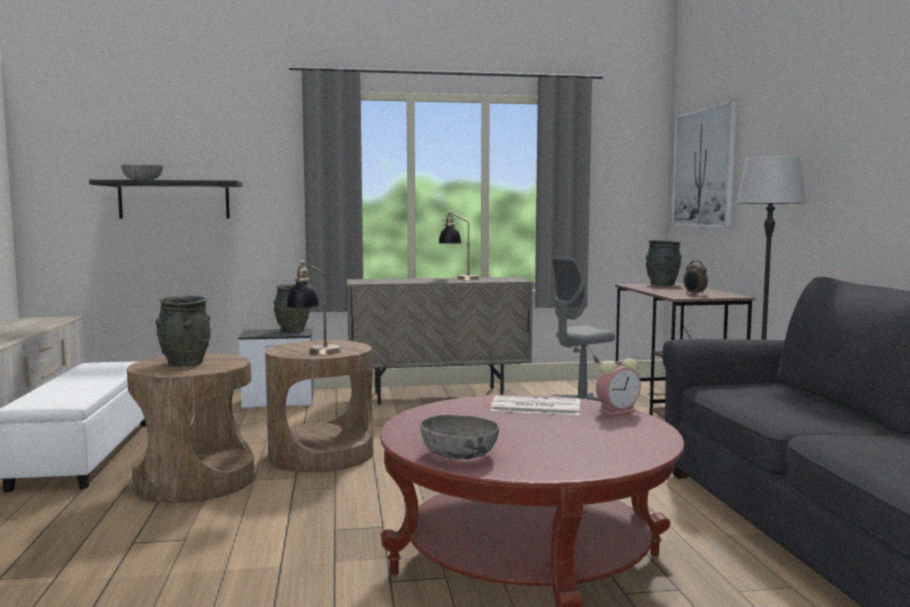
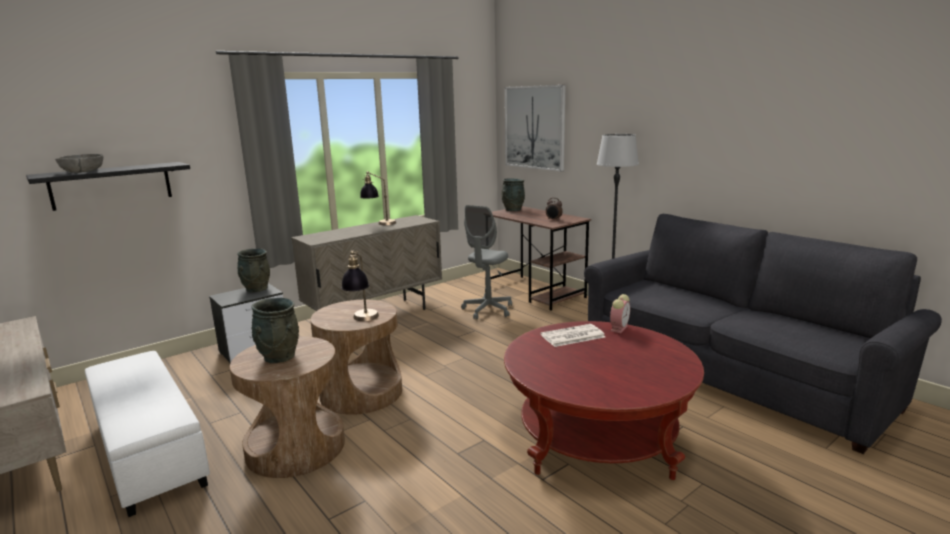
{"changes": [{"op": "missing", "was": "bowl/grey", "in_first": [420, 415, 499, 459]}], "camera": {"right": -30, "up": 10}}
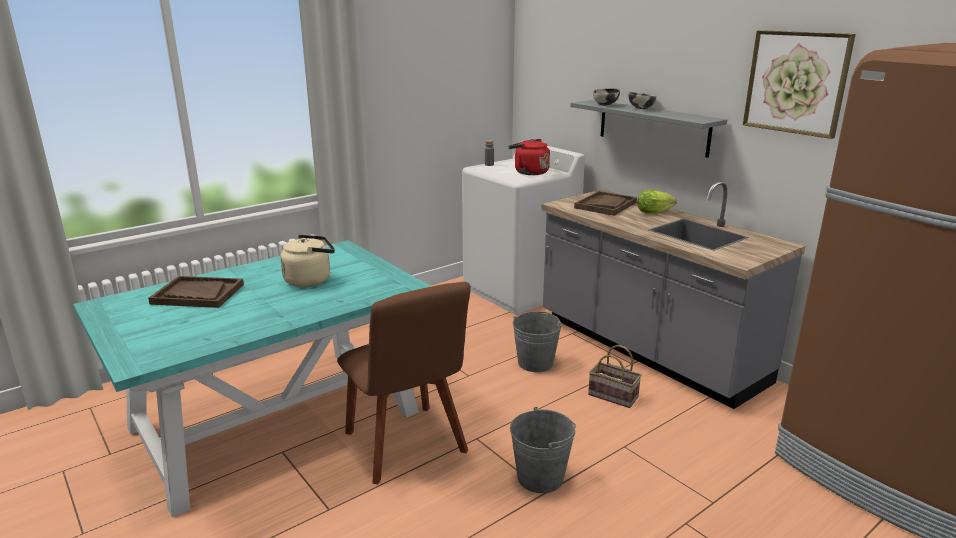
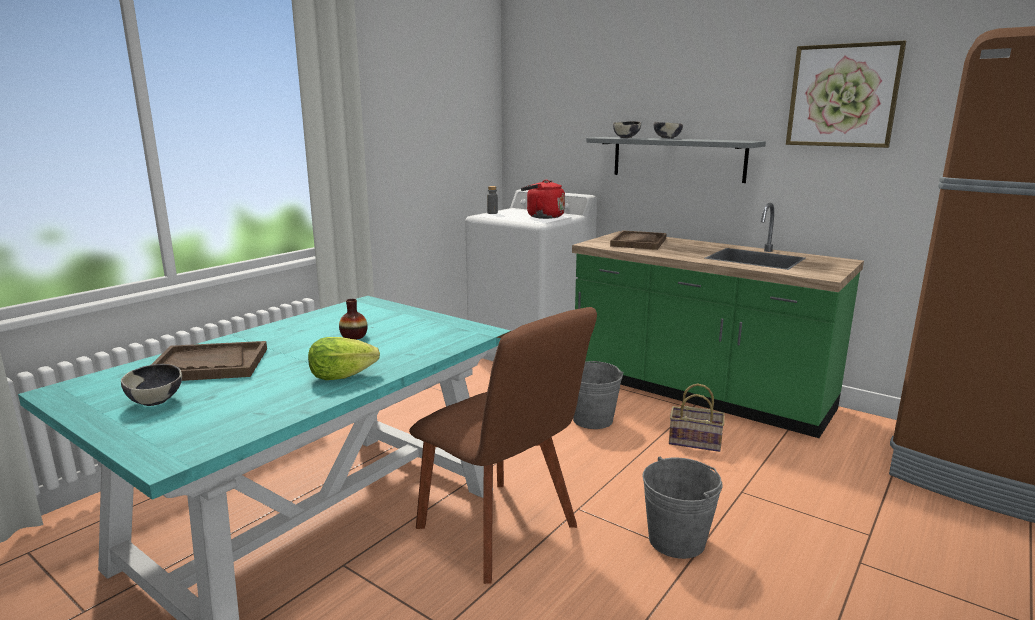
{"changes": [{"op": "exchanged", "was": "kettle/beige", "now": "vase", "in_first": [280, 235, 335, 287], "in_second": [339, 299, 368, 340]}, {"op": "colour", "was": "counter/grey", "now": "counter/green", "in_first": [541, 181, 805, 409], "in_second": [572, 203, 864, 438]}, {"op": "relocated", "was": "lettuce", "in_first": [637, 190, 677, 214], "in_second": [308, 337, 380, 380]}, {"op": "appeared", "now": "bowl", "in_second": [121, 364, 182, 406]}], "camera": {"right": -15, "up": -5}}
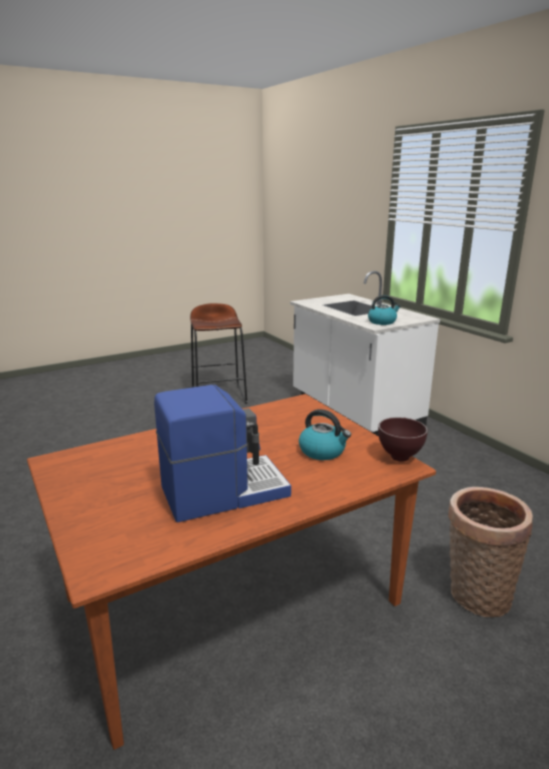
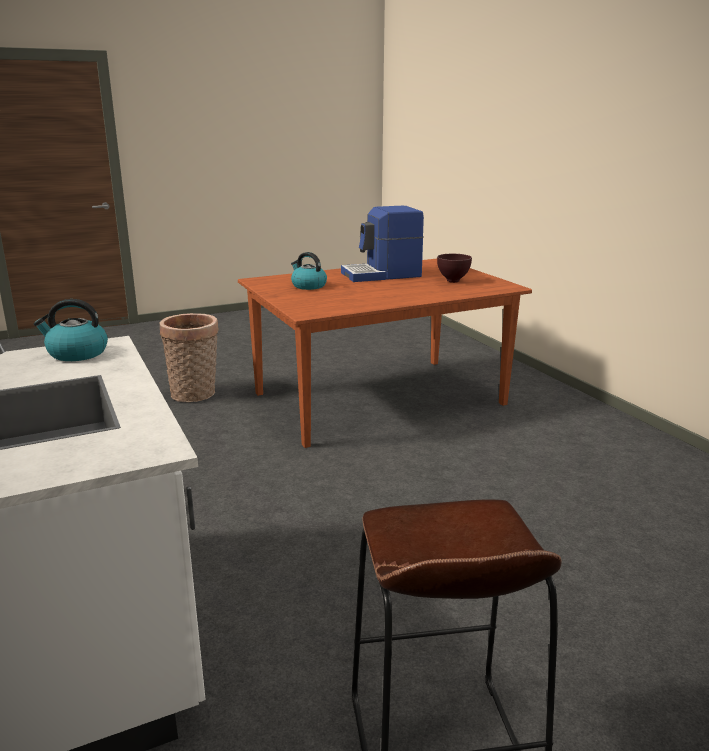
{"changes": [{"op": "relocated", "was": "bowl/brown", "in_first": [378, 417, 428, 462], "in_second": [437, 254, 472, 283]}], "camera": {"right": -175, "up": 0}}
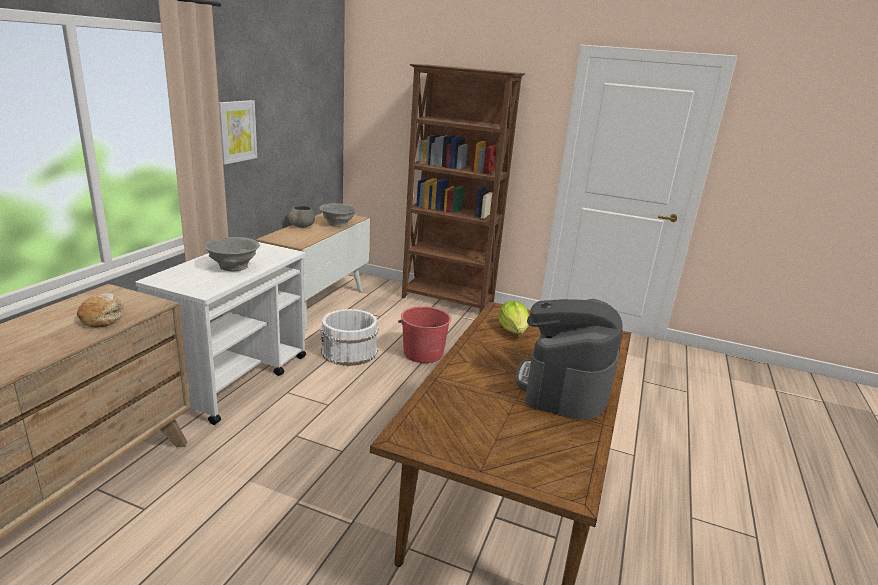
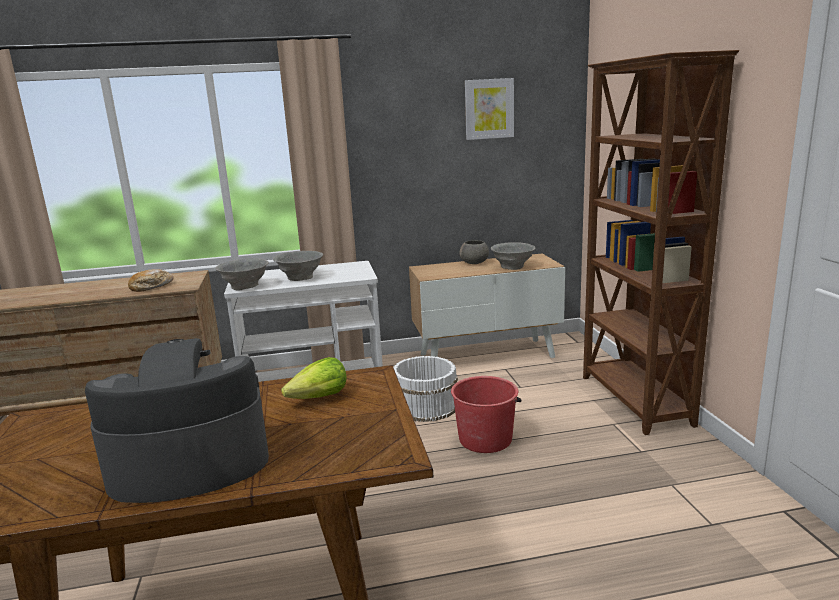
{"changes": [{"op": "relocated", "was": "picture", "in_first": [219, 100, 257, 165], "in_second": [465, 78, 514, 140]}, {"op": "appeared", "now": "bowl/grey", "in_second": [215, 258, 269, 290]}], "camera": {"right": 60, "up": -5}}
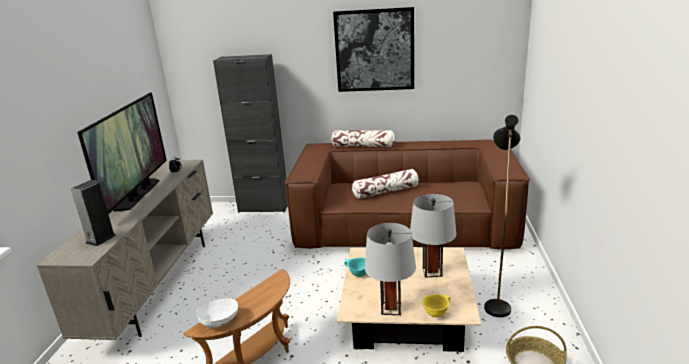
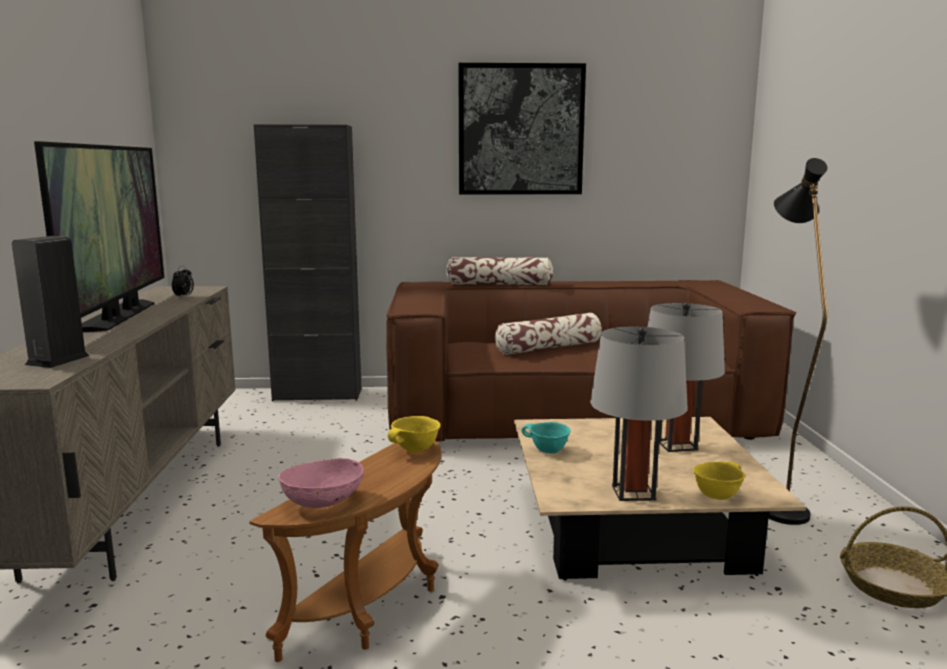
{"changes": [{"op": "colour", "was": "bowl/white", "now": "bowl/pink", "in_first": [196, 298, 238, 328], "in_second": [278, 458, 364, 508]}, {"op": "appeared", "now": "bowl/yellow", "in_second": [388, 416, 440, 452]}], "camera": {"right": -10, "up": -10}}
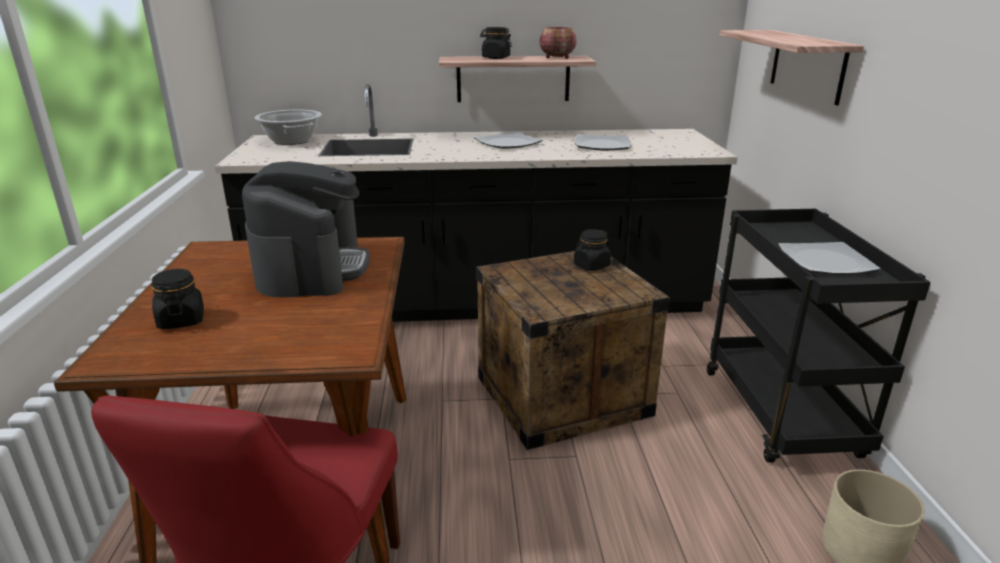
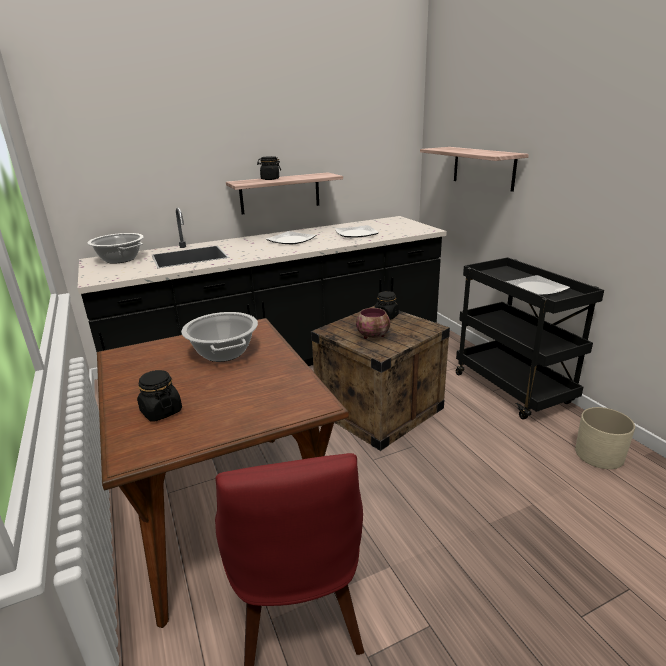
{"changes": [{"op": "exchanged", "was": "coffee machine", "now": "cooking pot", "in_first": [242, 161, 370, 297], "in_second": [181, 312, 258, 362]}, {"op": "relocated", "was": "bowl", "in_first": [540, 27, 576, 59], "in_second": [356, 308, 390, 339]}], "camera": {"right": -20, "up": 0}}
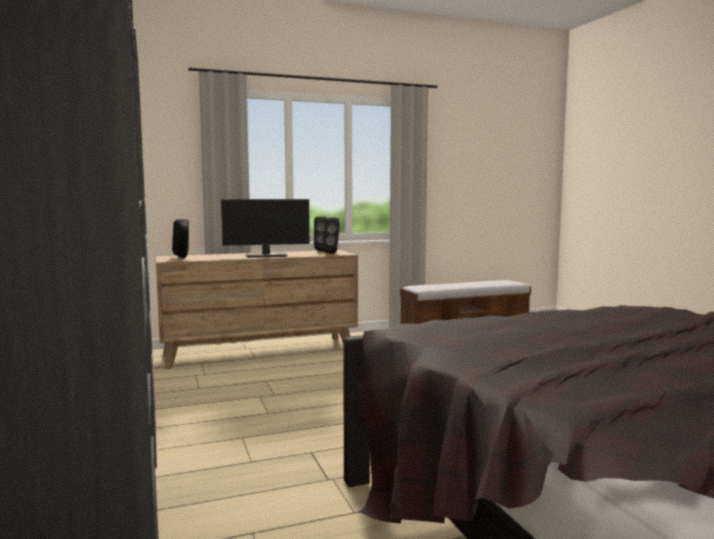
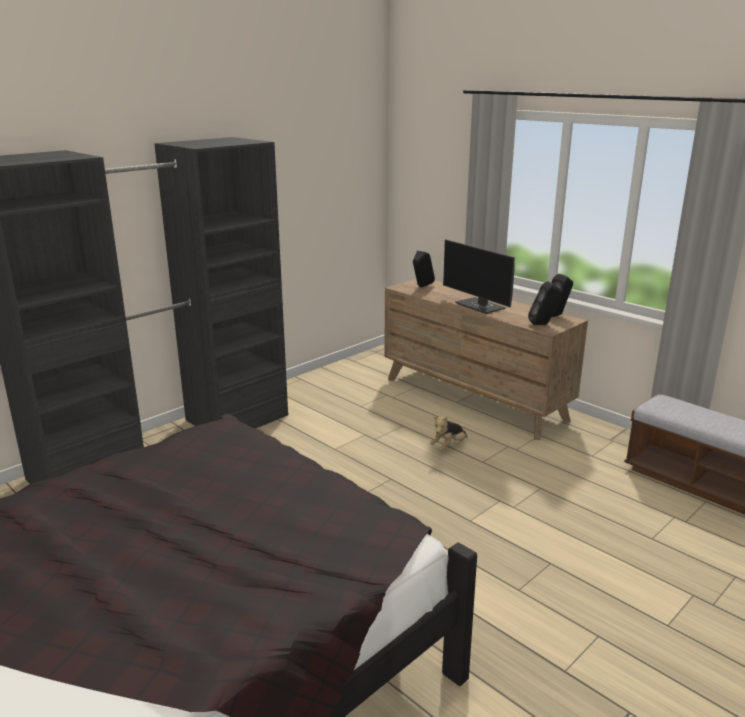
{"changes": [{"op": "appeared", "now": "plush toy", "in_second": [430, 417, 468, 451]}], "camera": {"right": 65, "up": 15}}
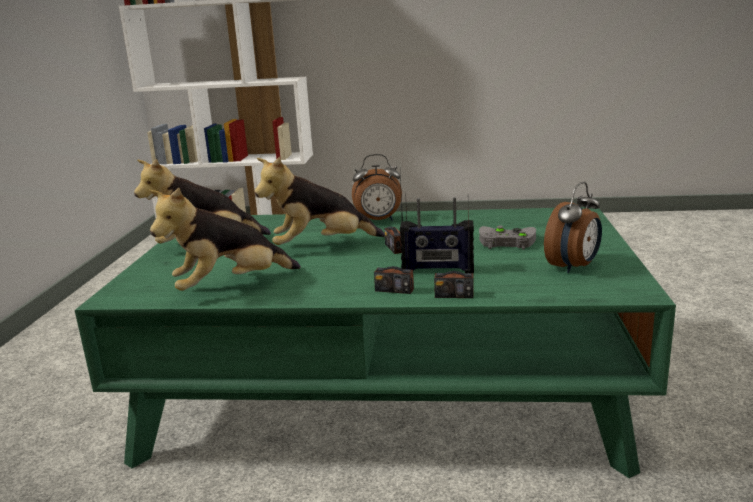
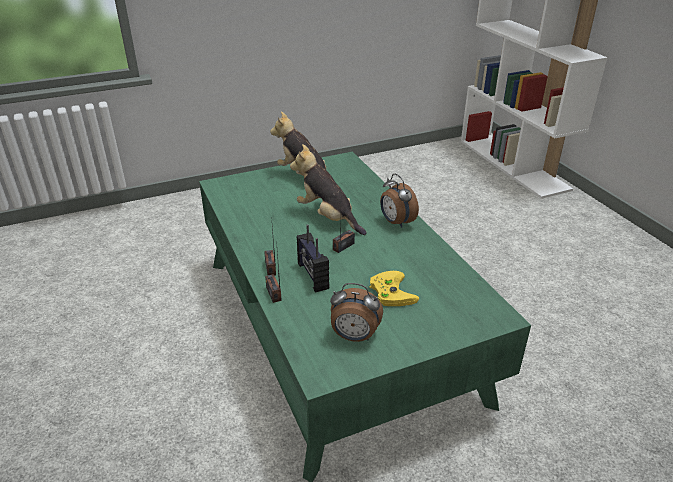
{"changes": [{"op": "missing", "was": "plush toy", "in_first": [149, 188, 301, 291]}, {"op": "colour", "was": "game controller/grey", "now": "game controller/yellow", "in_first": [479, 226, 536, 250], "in_second": [369, 271, 419, 306]}], "camera": {"right": 60, "up": 15}}
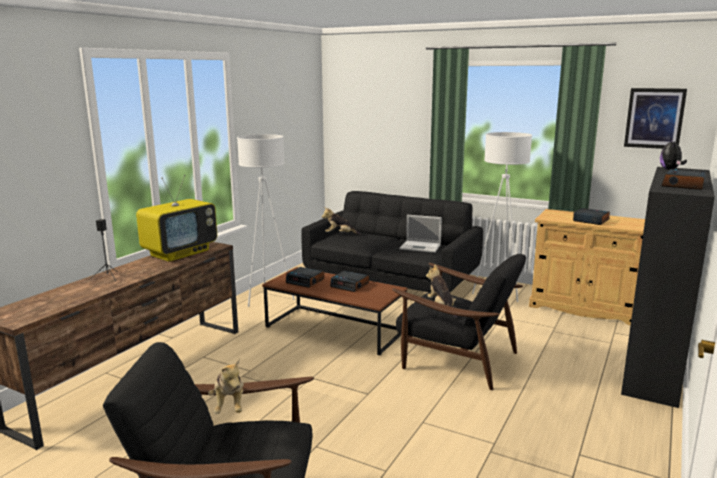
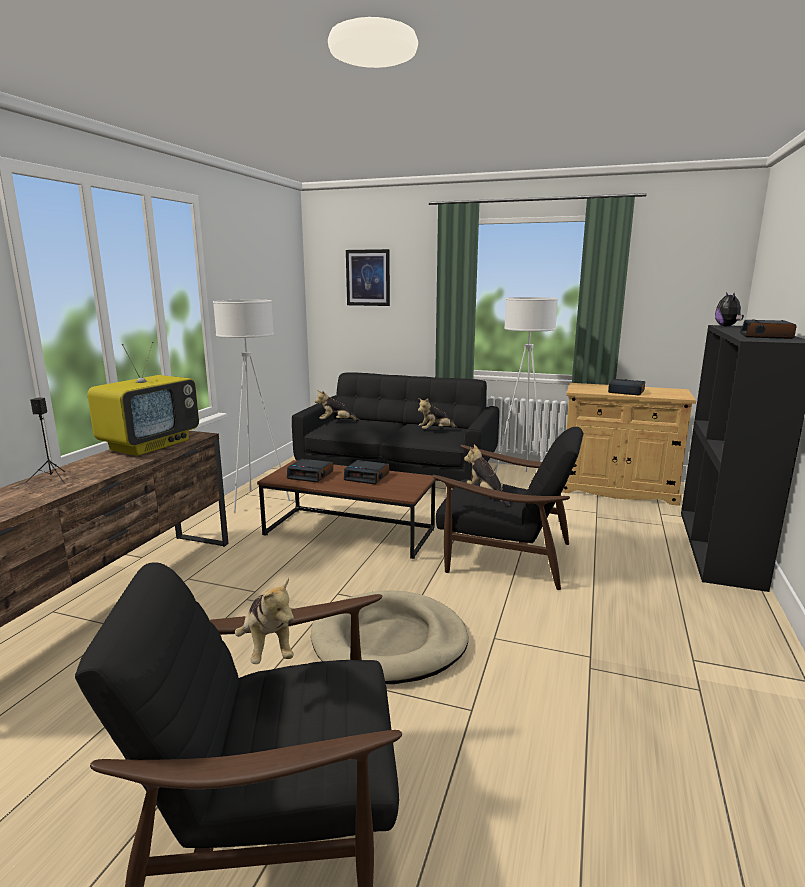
{"changes": [{"op": "exchanged", "was": "laptop", "now": "plush toy", "in_first": [400, 215, 442, 253], "in_second": [418, 398, 457, 429]}, {"op": "relocated", "was": "picture", "in_first": [624, 88, 687, 149], "in_second": [346, 249, 390, 306]}, {"op": "appeared", "now": "dog bed/beige", "in_second": [311, 590, 468, 684]}], "camera": {"right": -10, "up": 0}}
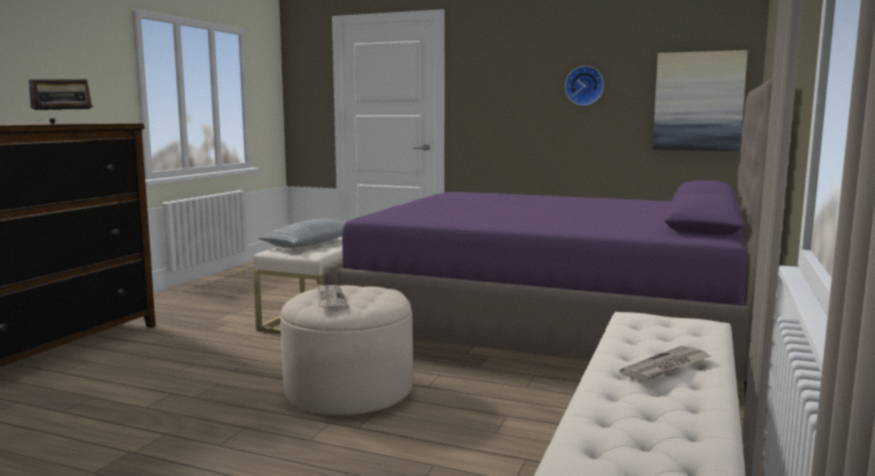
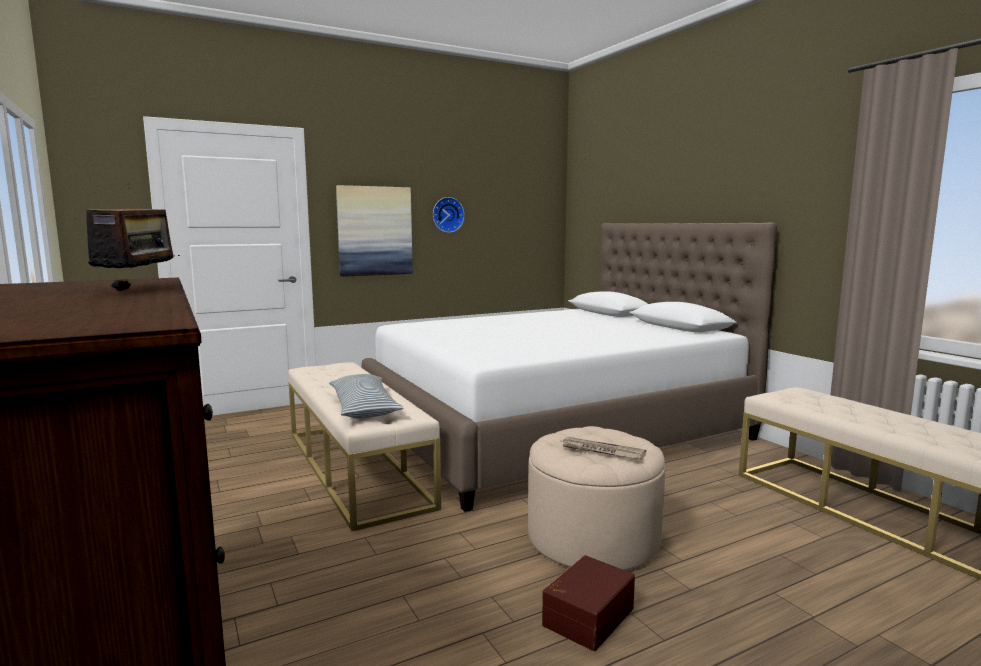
{"changes": [{"op": "colour", "was": "bed/purple", "now": "bed/white", "in_first": [323, 78, 773, 398], "in_second": [361, 223, 777, 512]}, {"op": "missing", "was": "newspaper", "in_first": [619, 346, 711, 382]}, {"op": "relocated", "was": "picture", "in_first": [653, 50, 748, 151], "in_second": [336, 185, 413, 277]}, {"op": "appeared", "now": "storage box/brown", "in_second": [542, 555, 635, 651]}], "camera": {"right": -50, "up": 0}}
